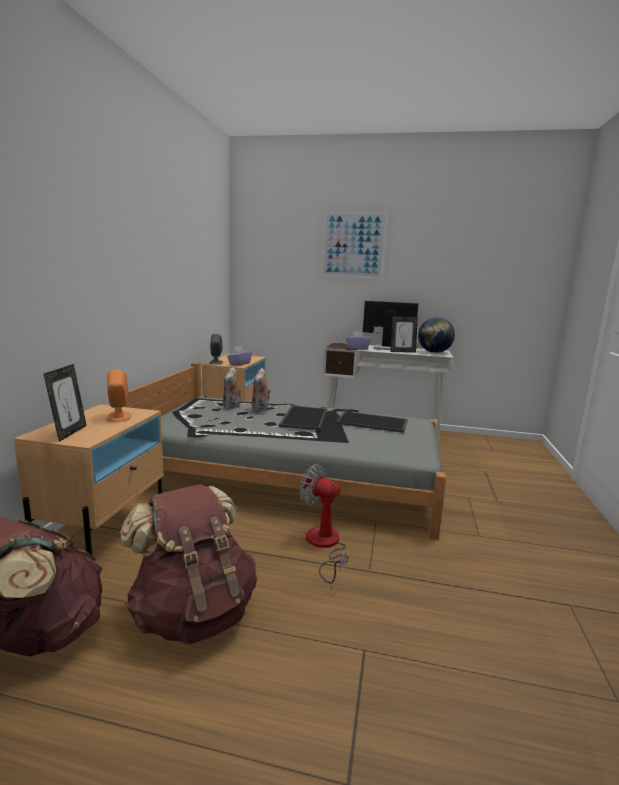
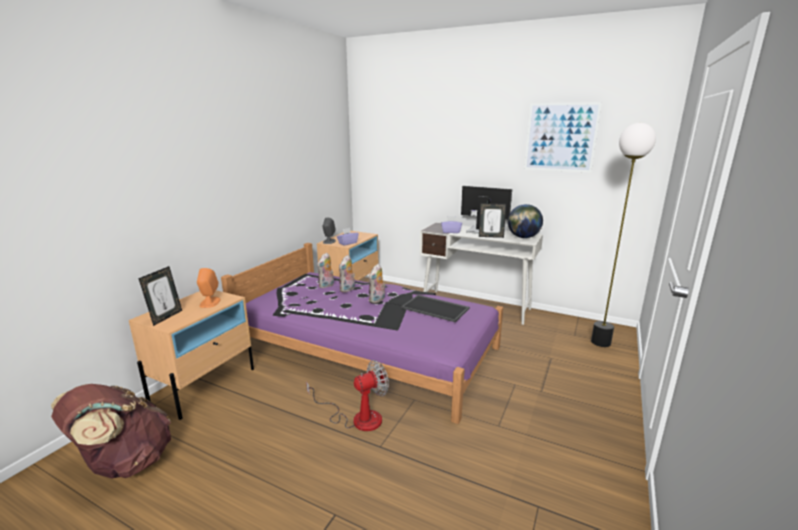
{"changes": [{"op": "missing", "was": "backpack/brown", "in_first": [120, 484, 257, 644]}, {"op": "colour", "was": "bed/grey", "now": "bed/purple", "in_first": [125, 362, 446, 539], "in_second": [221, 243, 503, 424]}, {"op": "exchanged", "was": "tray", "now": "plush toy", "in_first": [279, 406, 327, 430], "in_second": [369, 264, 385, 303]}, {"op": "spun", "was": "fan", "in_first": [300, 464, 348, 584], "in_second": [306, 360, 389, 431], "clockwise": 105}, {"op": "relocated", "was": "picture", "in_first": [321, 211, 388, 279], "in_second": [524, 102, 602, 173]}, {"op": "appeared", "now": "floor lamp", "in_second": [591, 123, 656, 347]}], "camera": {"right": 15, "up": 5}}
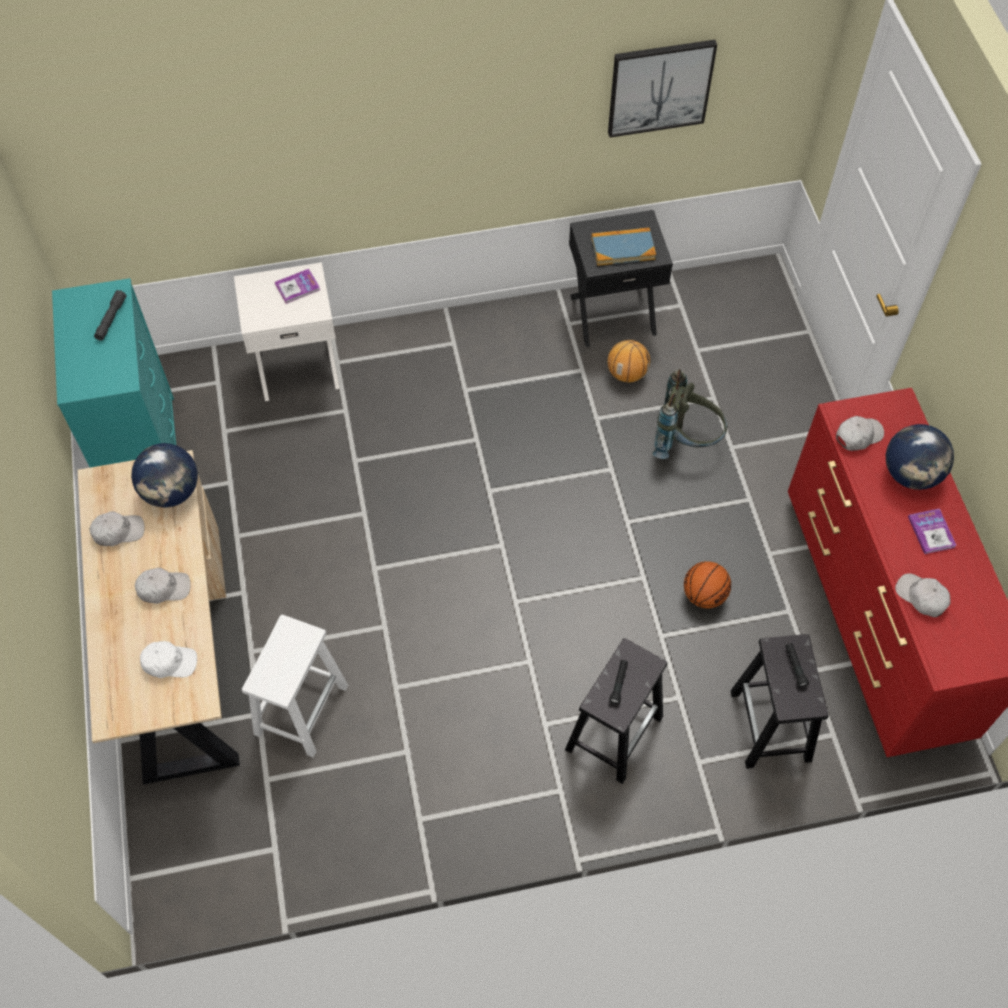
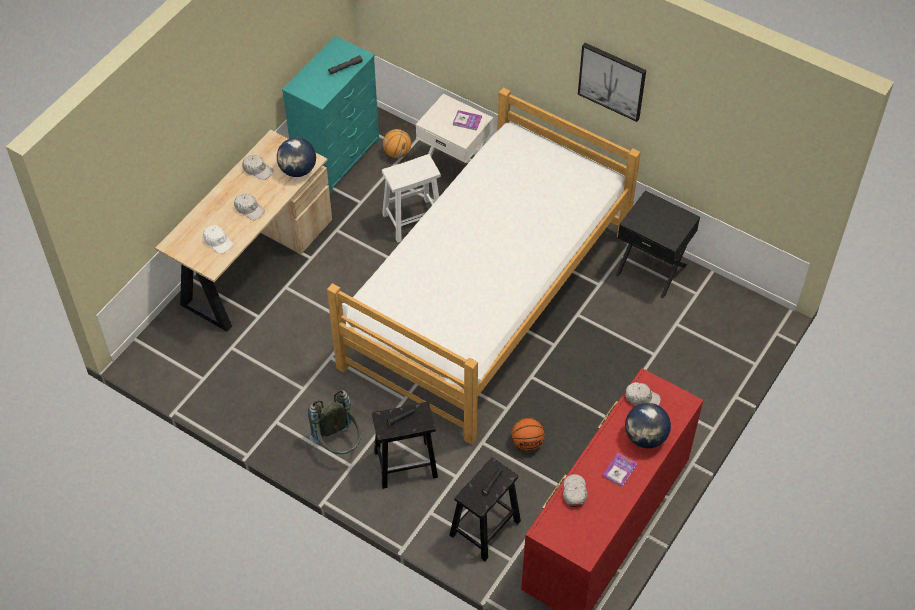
{"changes": [{"op": "relocated", "was": "stool/white", "in_first": [242, 615, 348, 758], "in_second": [382, 154, 441, 243]}, {"op": "missing", "was": "book", "in_first": [591, 228, 656, 266]}, {"op": "relocated", "was": "picture", "in_first": [608, 40, 717, 138], "in_second": [578, 43, 646, 122]}, {"op": "relocated", "was": "basketball", "in_first": [608, 340, 650, 382], "in_second": [383, 129, 411, 158]}, {"op": "relocated", "was": "backpack/grey", "in_first": [652, 369, 727, 459], "in_second": [308, 390, 361, 454]}, {"op": "appeared", "now": "bed", "in_second": [327, 87, 641, 445]}], "camera": {"right": 45, "up": -5}}
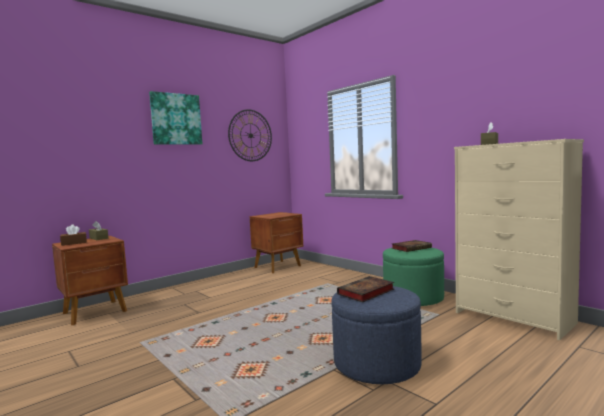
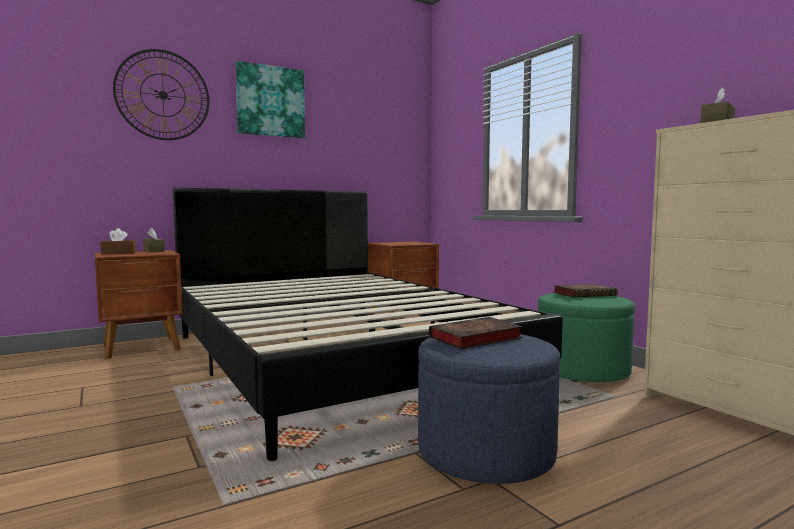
{"changes": [{"op": "relocated", "was": "wall clock", "in_first": [228, 109, 272, 161], "in_second": [113, 49, 209, 140]}, {"op": "appeared", "now": "bed/black", "in_second": [173, 187, 563, 461]}], "camera": {"right": 10, "up": 0}}
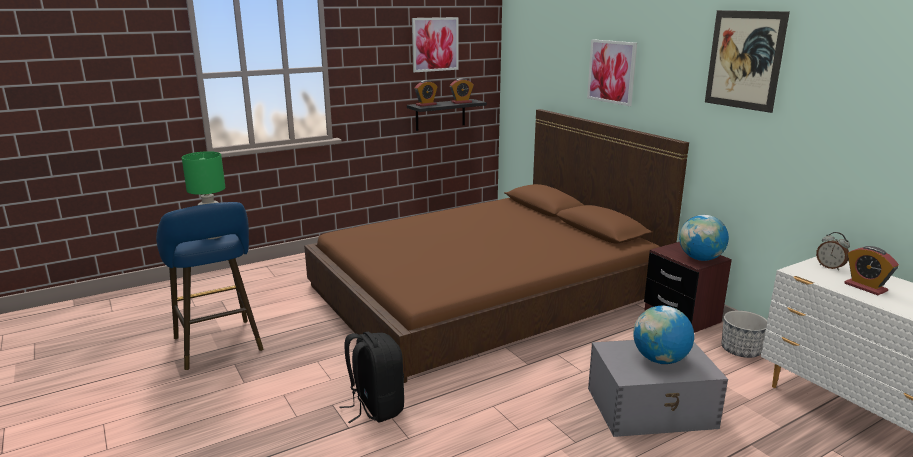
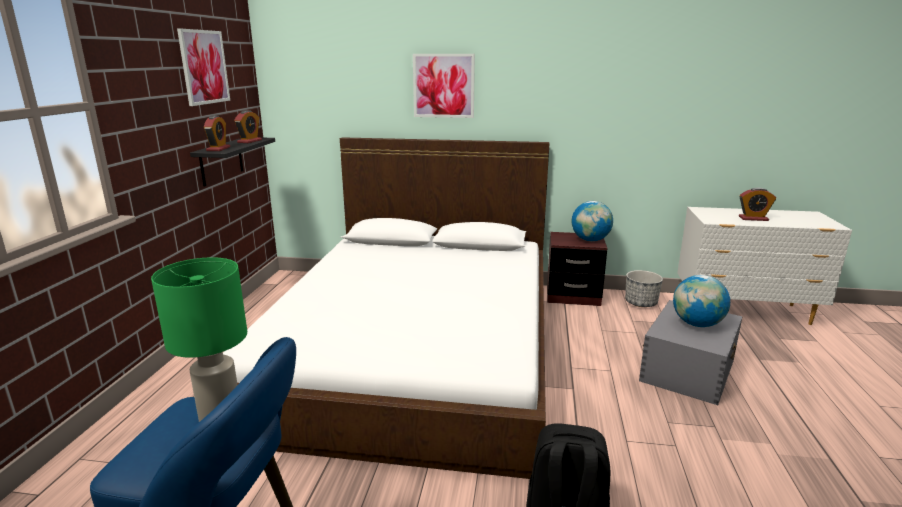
{"changes": [{"op": "colour", "was": "bed/brown", "now": "bed/white", "in_first": [304, 109, 689, 383], "in_second": [223, 137, 549, 479]}, {"op": "missing", "was": "picture", "in_first": [705, 10, 790, 113]}, {"op": "missing", "was": "alarm clock", "in_first": [816, 232, 850, 271]}], "camera": {"right": -50, "up": 0}}
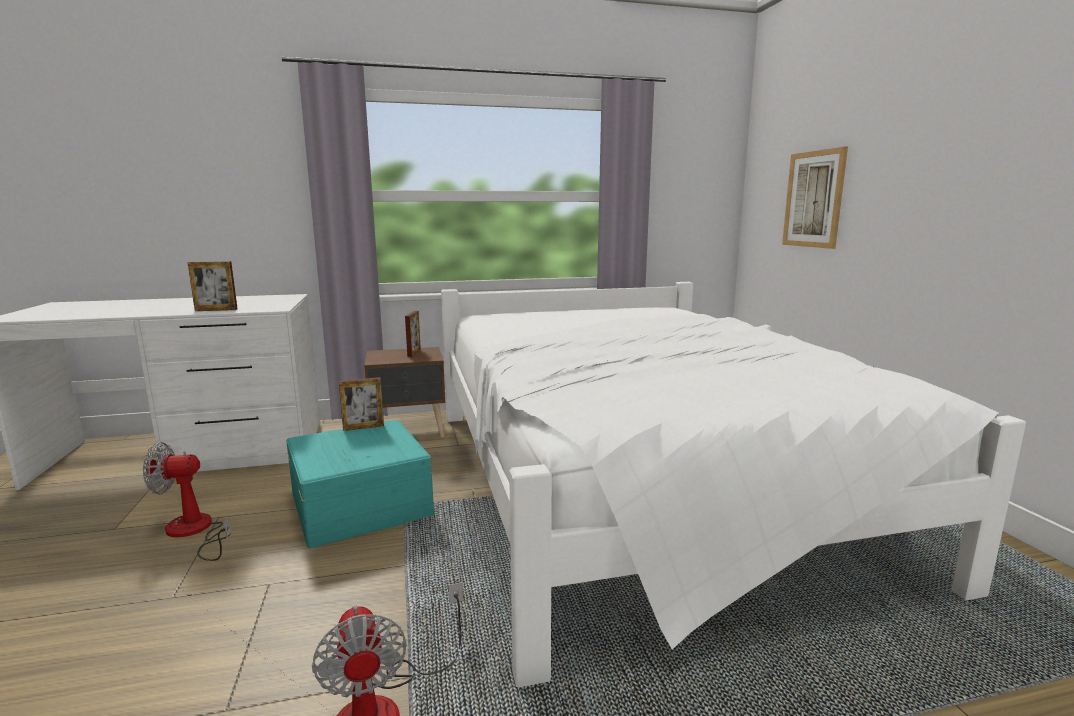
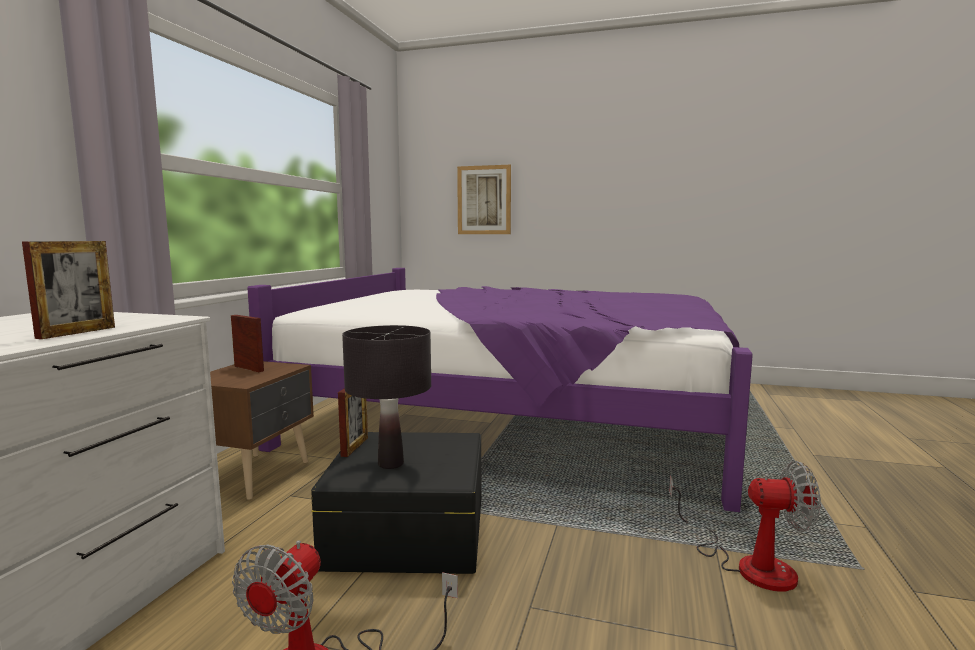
{"changes": [{"op": "colour", "was": "storage box/turquoise", "now": "storage box/black", "in_first": [286, 420, 434, 548], "in_second": [311, 432, 481, 574]}, {"op": "colour", "was": "bed/white", "now": "bed/purple", "in_first": [441, 282, 1026, 687], "in_second": [247, 268, 753, 512]}, {"op": "appeared", "now": "table lamp/black", "in_second": [342, 325, 431, 469]}], "camera": {"right": -60, "up": -5}}
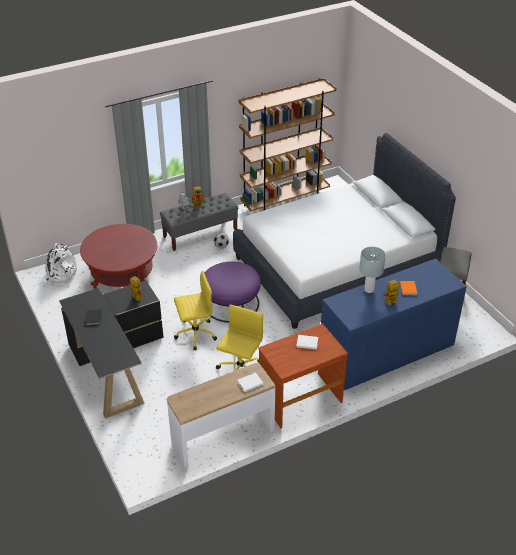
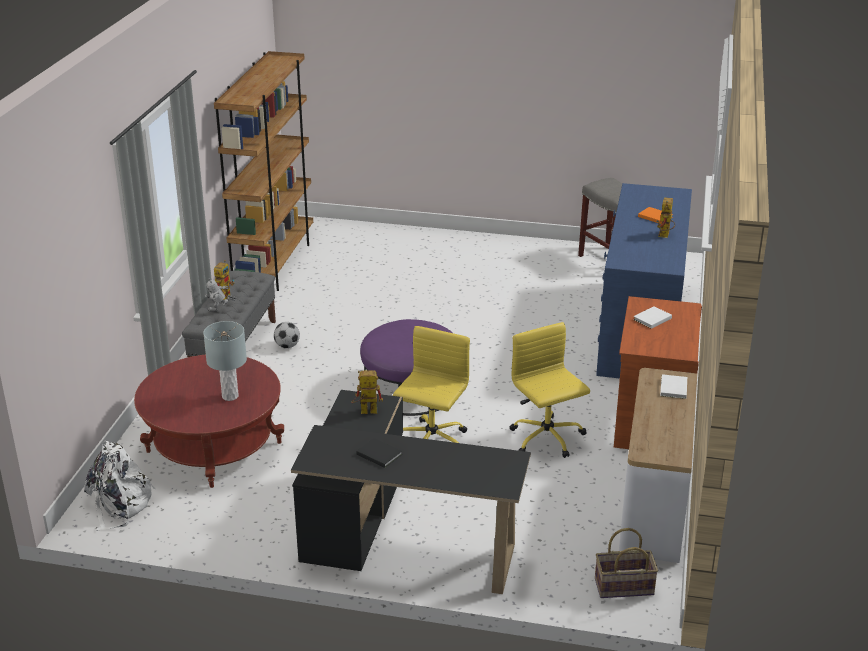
{"changes": [{"op": "missing", "was": "bed/white", "in_first": [233, 133, 456, 329]}, {"op": "relocated", "was": "table lamp/grey", "in_first": [359, 247, 386, 293], "in_second": [203, 321, 247, 401]}, {"op": "appeared", "now": "basket", "in_second": [595, 528, 658, 598]}], "camera": {"right": -50, "up": -10}}
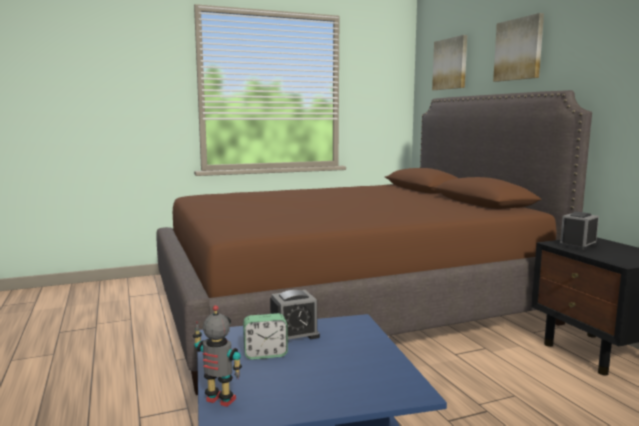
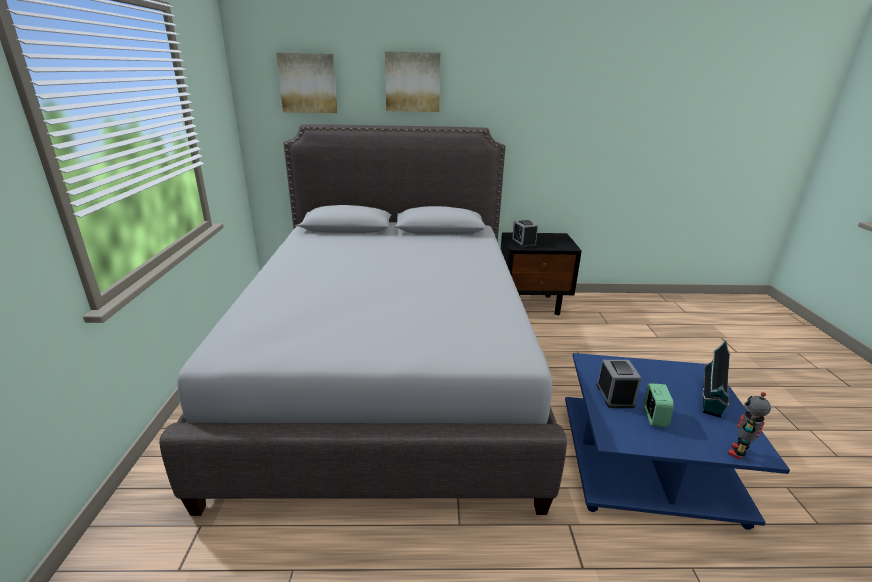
{"changes": [{"op": "colour", "was": "bed/brown", "now": "bed/grey", "in_first": [156, 90, 592, 395], "in_second": [159, 124, 567, 516]}, {"op": "appeared", "now": "toy house", "in_second": [702, 340, 730, 418]}], "camera": {"right": -70, "up": 15}}
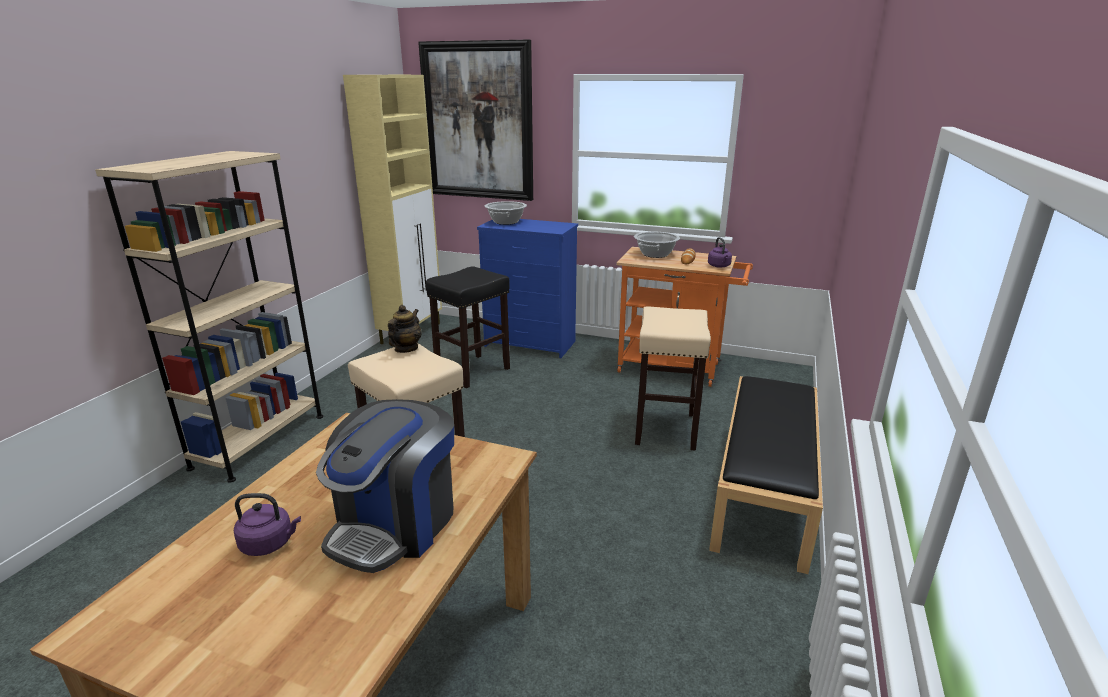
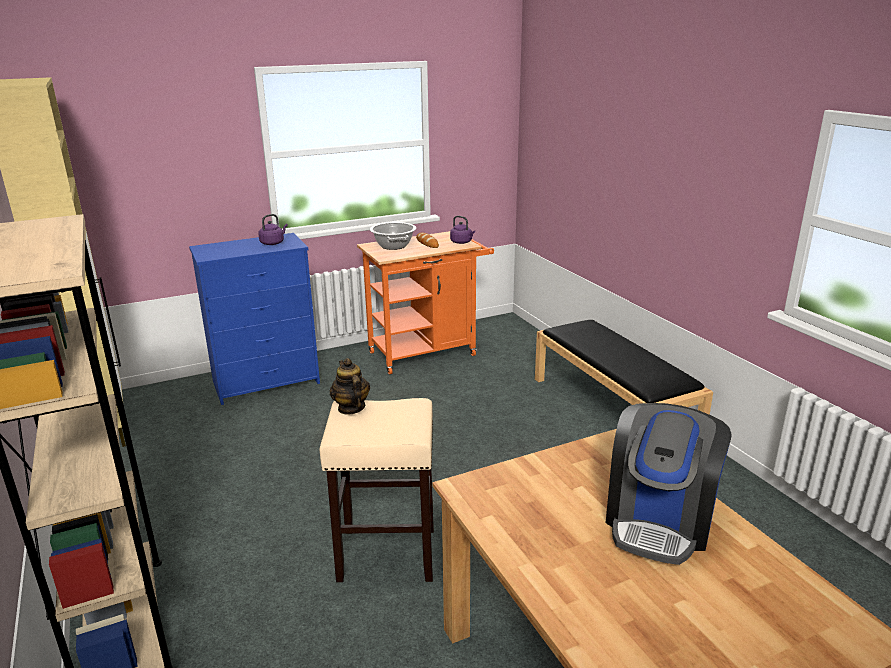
{"changes": [{"op": "relocated", "was": "kettle/purple", "in_first": [234, 493, 301, 556], "in_second": [258, 214, 288, 245]}, {"op": "spun", "was": "coffee machine", "in_first": [316, 399, 454, 573], "in_second": [606, 403, 732, 565], "clockwise": 45}, {"op": "missing", "was": "picture", "in_first": [418, 40, 533, 201]}, {"op": "missing", "was": "stool/black", "in_first": [426, 266, 510, 388]}, {"op": "missing", "was": "cooking pot", "in_first": [484, 201, 527, 225]}, {"op": "missing", "was": "stool/beige", "in_first": [635, 306, 711, 451]}], "camera": {"right": -45, "up": 0}}
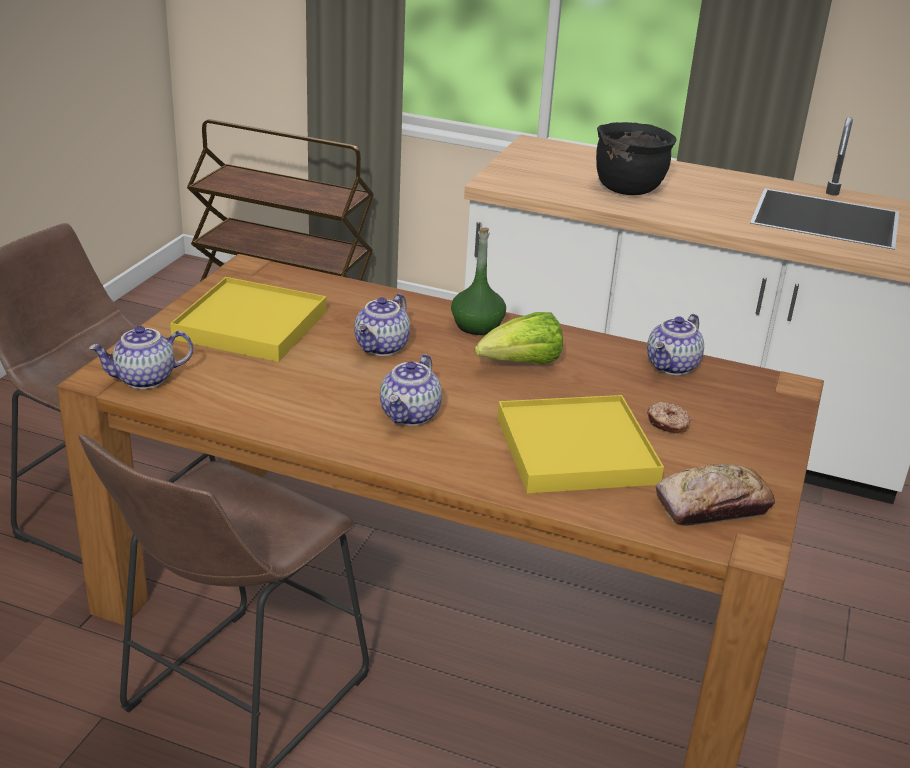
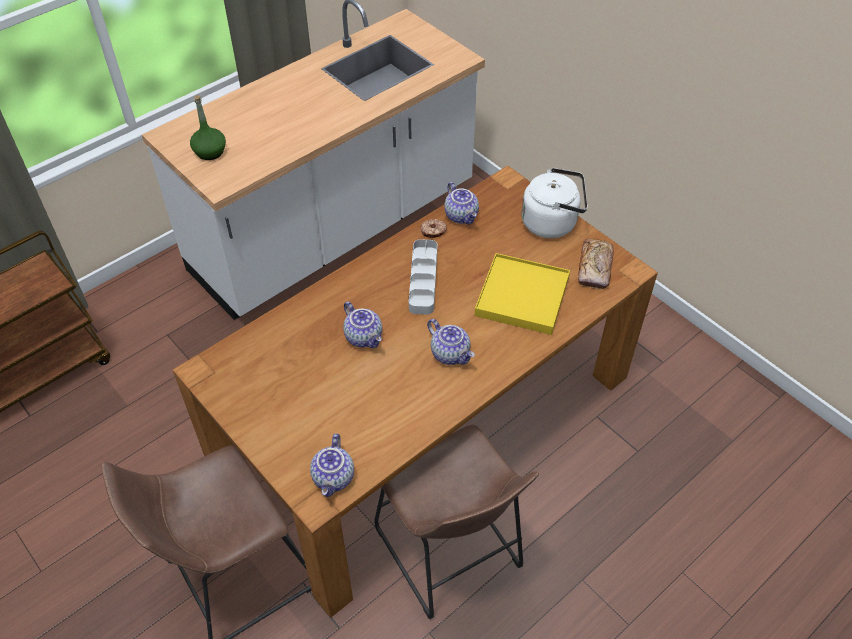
{"changes": [{"op": "missing", "was": "tray/yellow", "in_first": [170, 277, 326, 362]}, {"op": "relocated", "was": "bottle/green", "in_first": [451, 228, 506, 335], "in_second": [190, 95, 226, 160]}, {"op": "exchanged", "was": "lettuce", "now": "tray/grey", "in_first": [475, 312, 563, 365], "in_second": [409, 239, 437, 315]}, {"op": "missing", "was": "cooking pot/black", "in_first": [596, 122, 677, 195]}, {"op": "relocated", "was": "donut", "in_first": [647, 402, 691, 433], "in_second": [420, 219, 447, 238]}, {"op": "appeared", "now": "kettle/white", "in_second": [521, 168, 588, 238]}], "camera": {"right": -60, "up": 20}}
